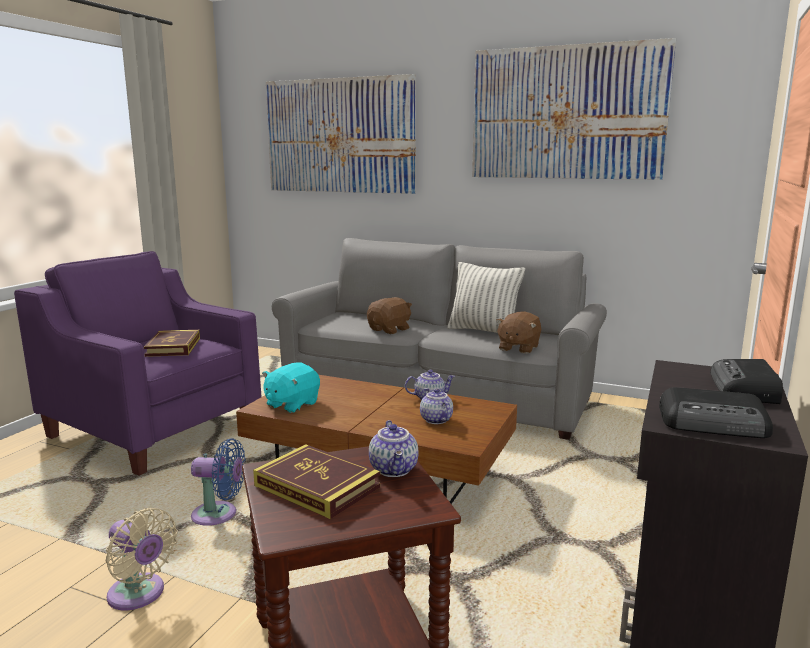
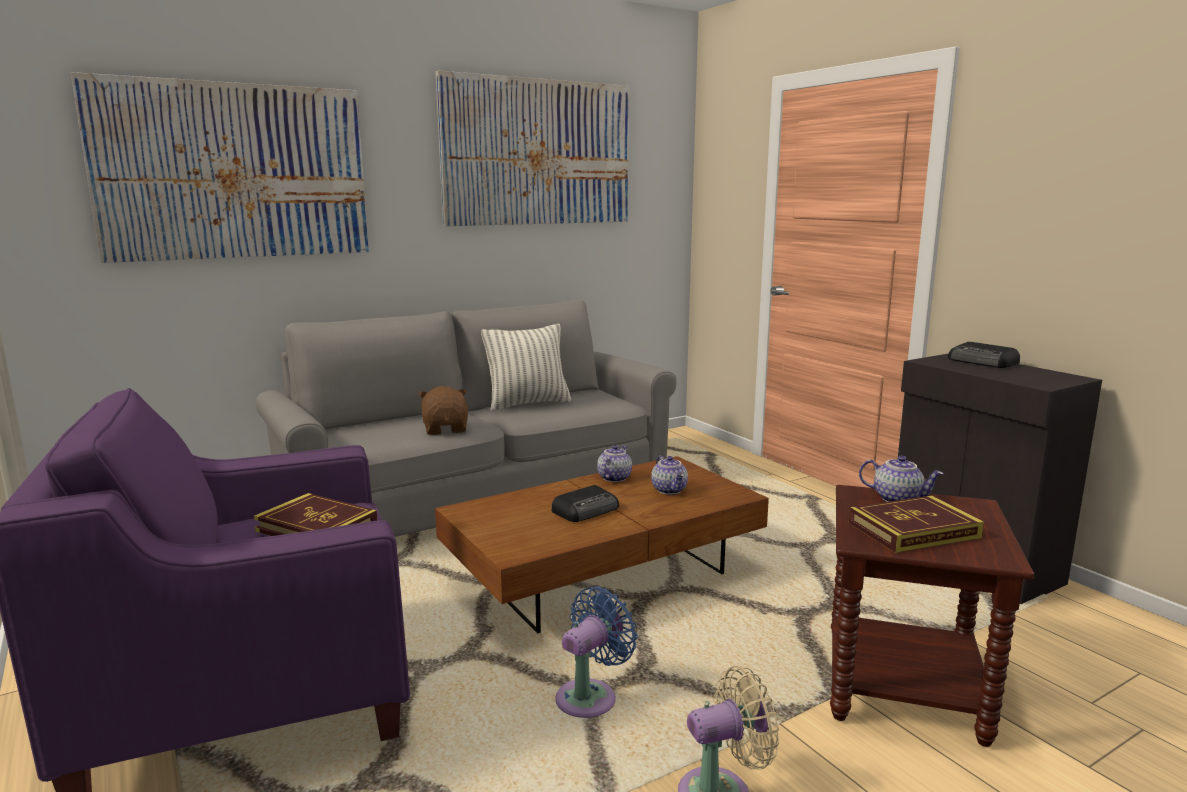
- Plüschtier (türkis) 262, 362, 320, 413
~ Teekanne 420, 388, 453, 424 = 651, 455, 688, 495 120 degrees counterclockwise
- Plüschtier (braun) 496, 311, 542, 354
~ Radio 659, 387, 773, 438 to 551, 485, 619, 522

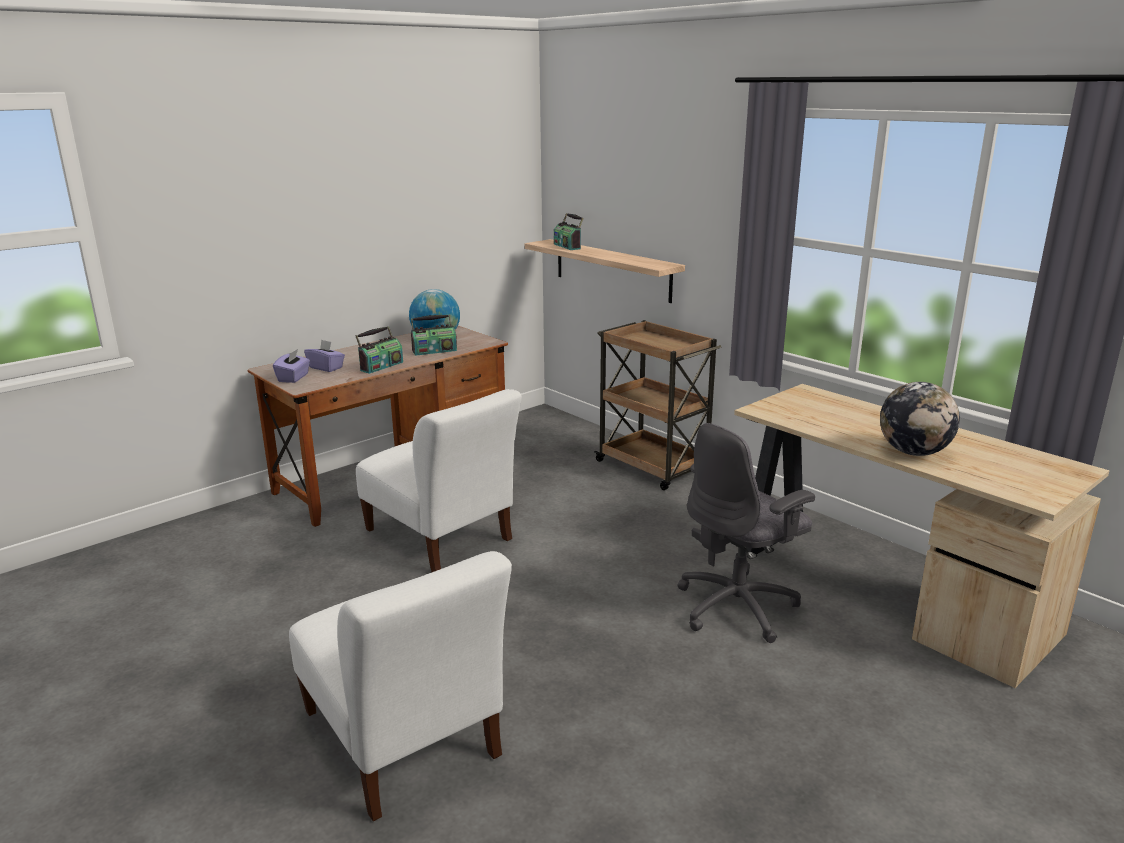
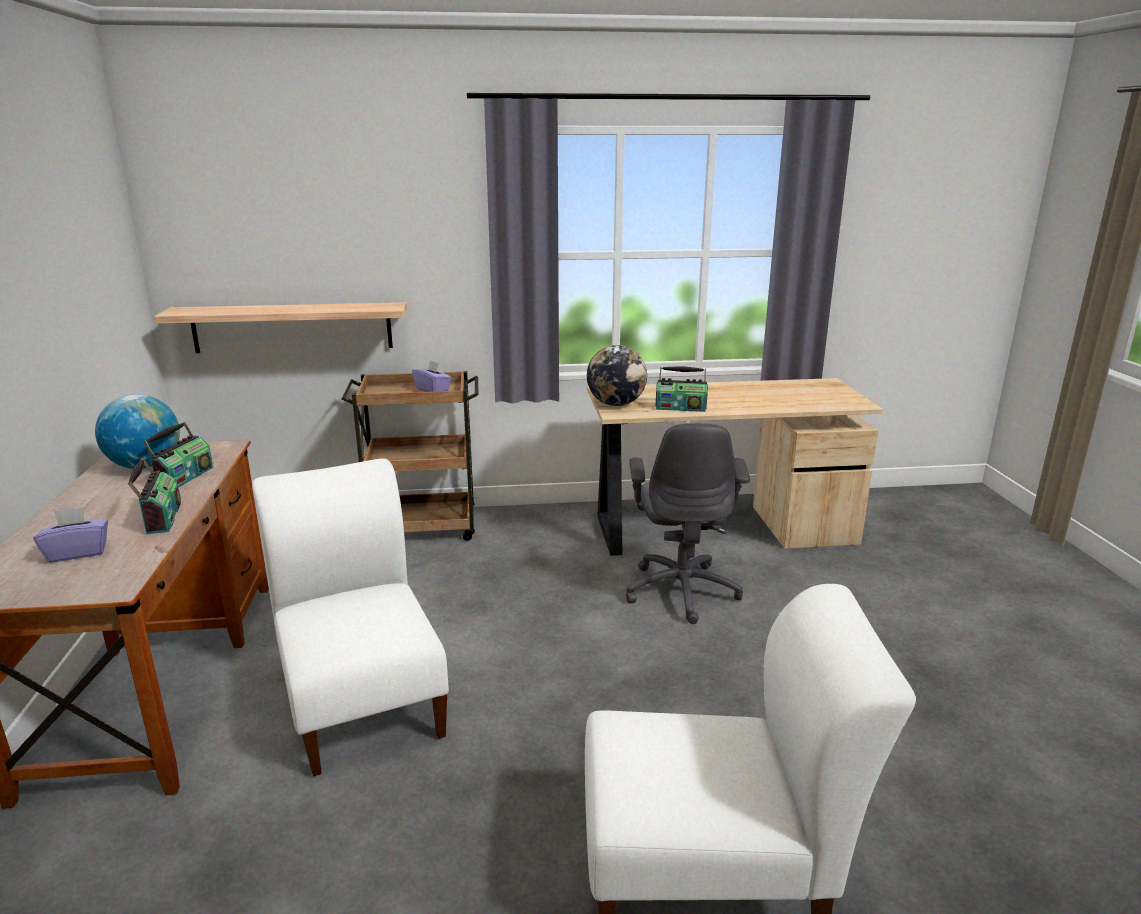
~ Taschentuchbox (lila) 273, 349, 310, 383 to 412, 360, 452, 392
~ Stuhl (weiß) 356, 389, 522, 572 = 252, 458, 449, 776 105 degrees counterclockwise
~ Radio 554, 213, 584, 250 to 656, 366, 708, 412
~ Globus 880, 382, 960, 456 to 587, 345, 647, 406

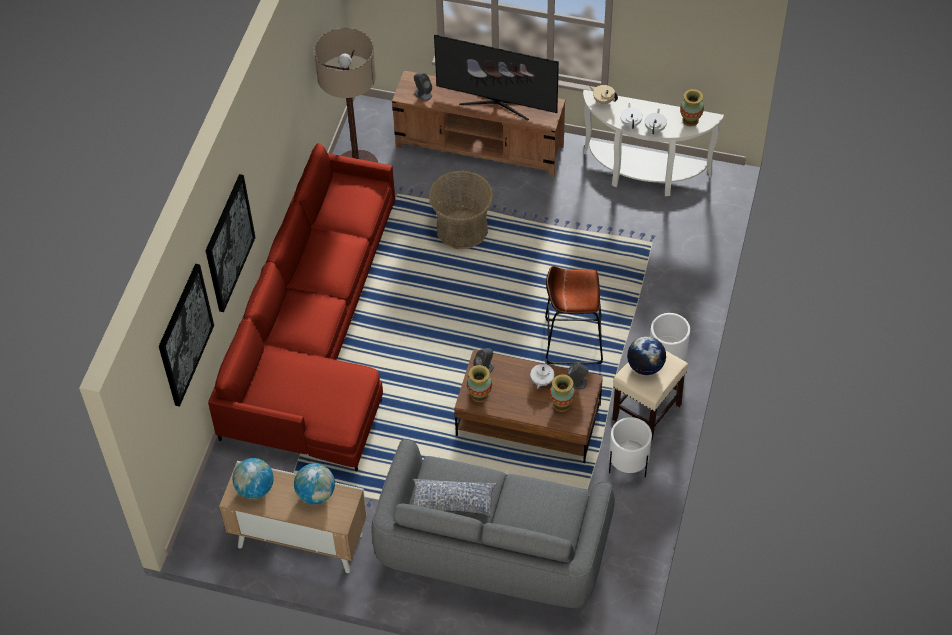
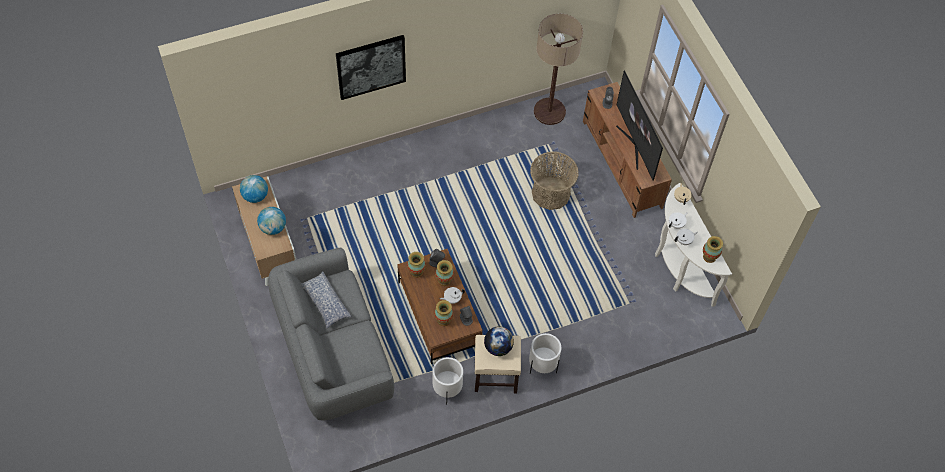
- Bild 159, 264, 214, 407
- Sofa (rot) 208, 143, 395, 471
- Hocker (braun) 545, 266, 603, 364
+ Vase 435, 260, 454, 286

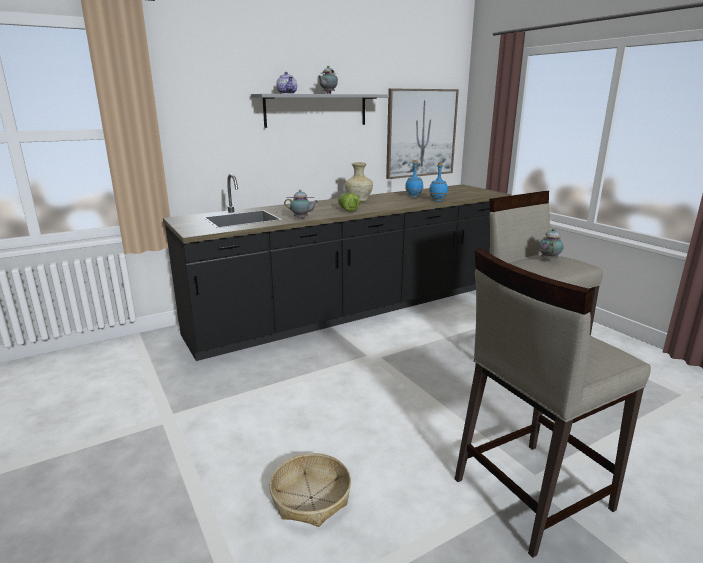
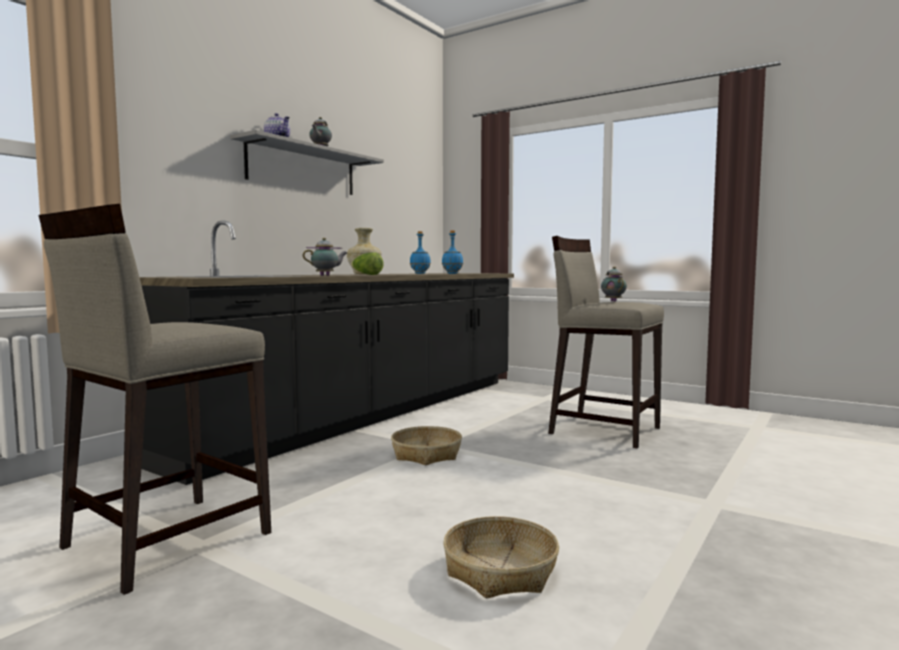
- Bild 386, 88, 459, 179
~ Hocker (beige) 455, 248, 651, 558 to 38, 204, 271, 595
+ Korb 391, 426, 462, 465

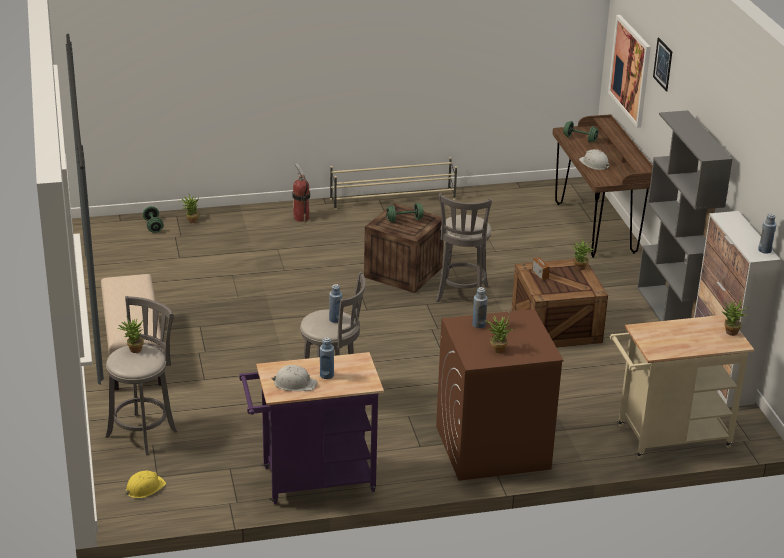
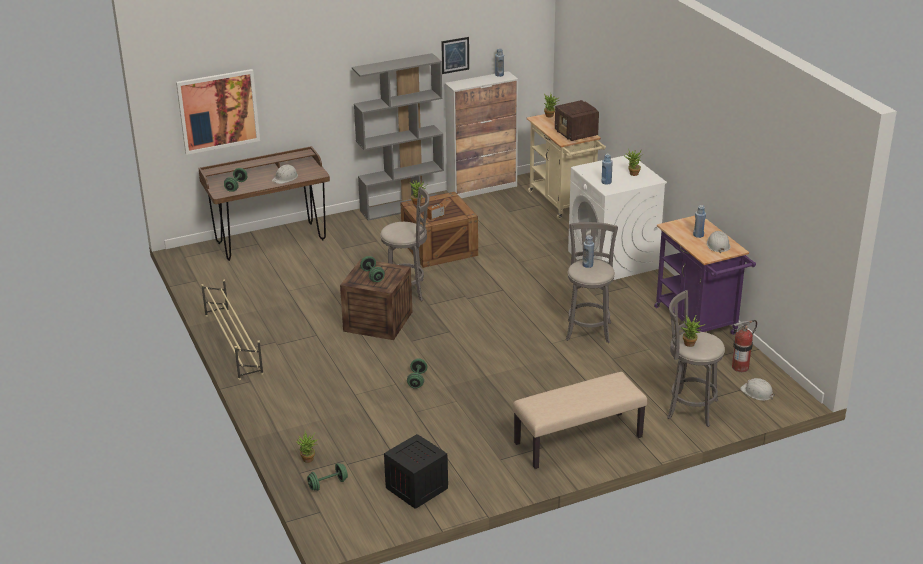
~ Schutzhelm (gelb) 125, 470, 166, 498 to Schutzhelm (weiß) 740, 378, 775, 401
~ Feuerlöscher 292, 163, 310, 222 to 732, 320, 757, 372
~ Waschmaschine (braun) 436, 309, 563, 481 to Waschmaschine (weiß) 568, 155, 667, 280
~ Bild 653, 37, 672, 92 to 441, 37, 469, 74
+ Kiste 384, 434, 448, 509
+ Hantel (grün) 407, 358, 427, 389
+ Radio 555, 100, 599, 141

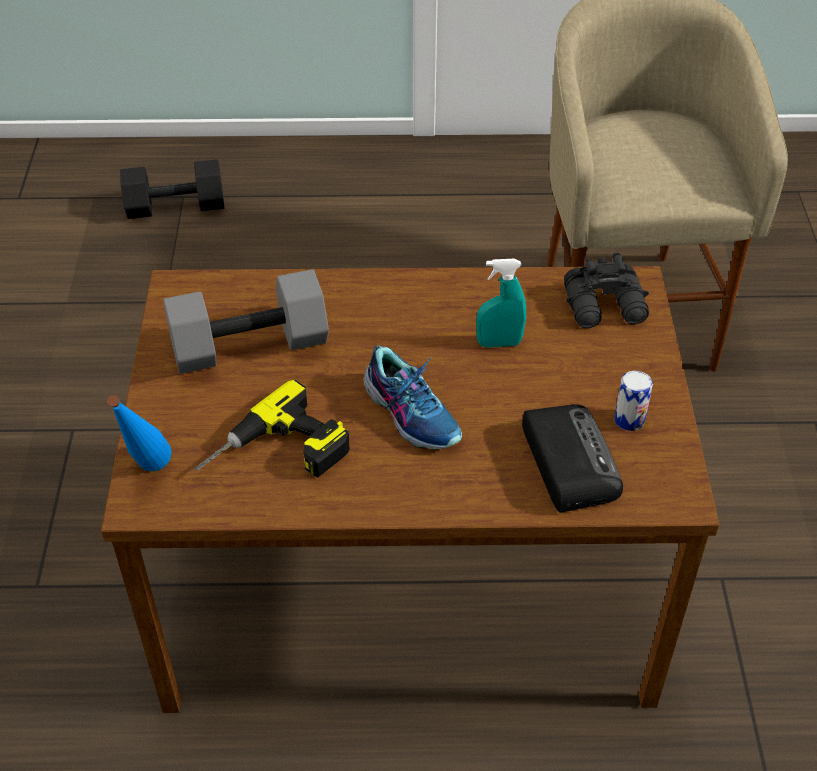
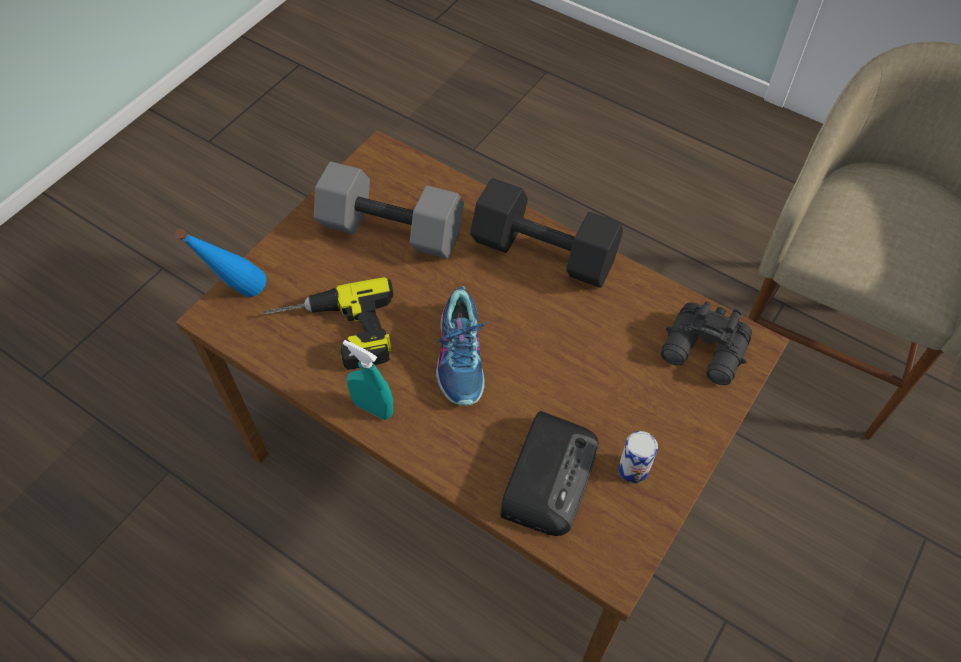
~ Hantel (schwarz) 120, 159, 225, 219 to 470, 178, 623, 288
~ Sprühflasche (türkis) 476, 259, 526, 348 to 343, 340, 393, 420

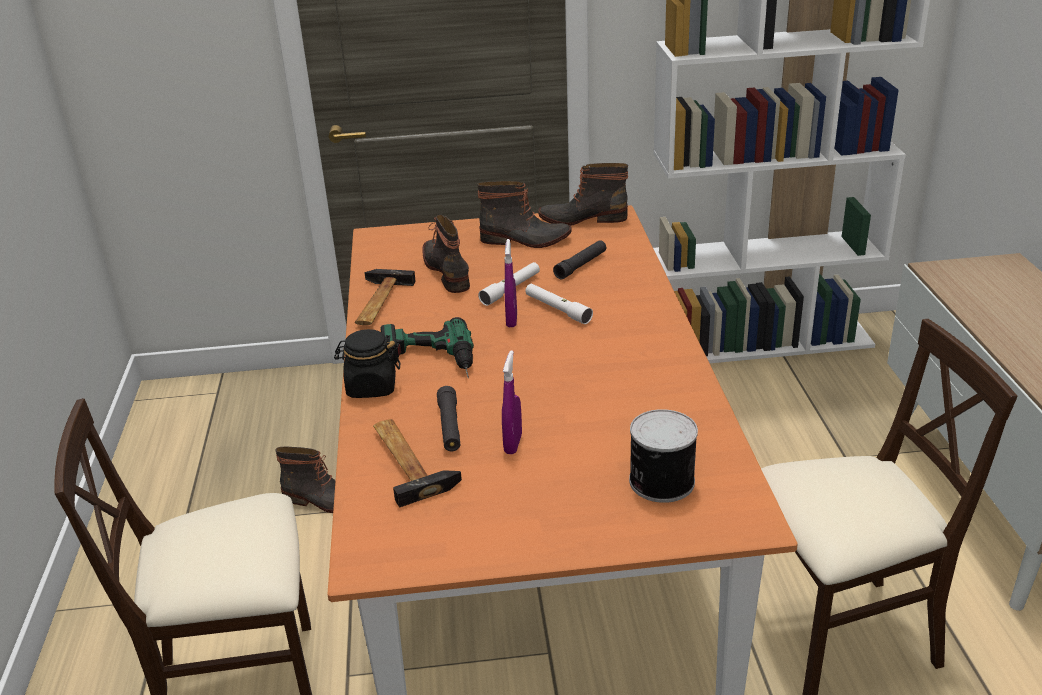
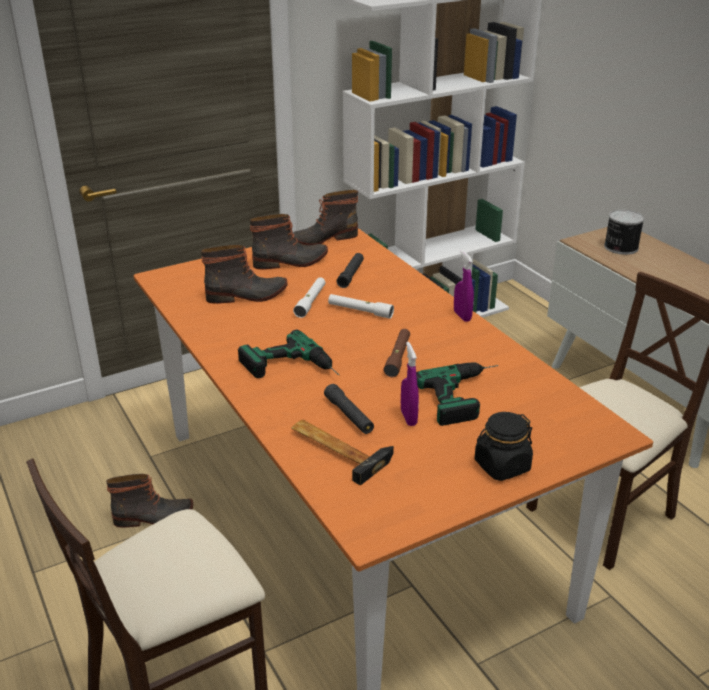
~ Vorratsglas (schwarz) 334, 329, 400, 398 to 474, 412, 533, 481
- Hammer 355, 269, 416, 325
~ Stiefel 422, 215, 470, 293 = 201, 245, 287, 304 120 degrees clockwise
~ Sprühflasche (lila) 505, 239, 517, 327 to 454, 250, 474, 322
~ Dose 629, 409, 698, 503 to 604, 210, 644, 255
+ Taschenlampe (braun) 384, 329, 410, 377
+ Bohrmaschine 416, 362, 499, 426

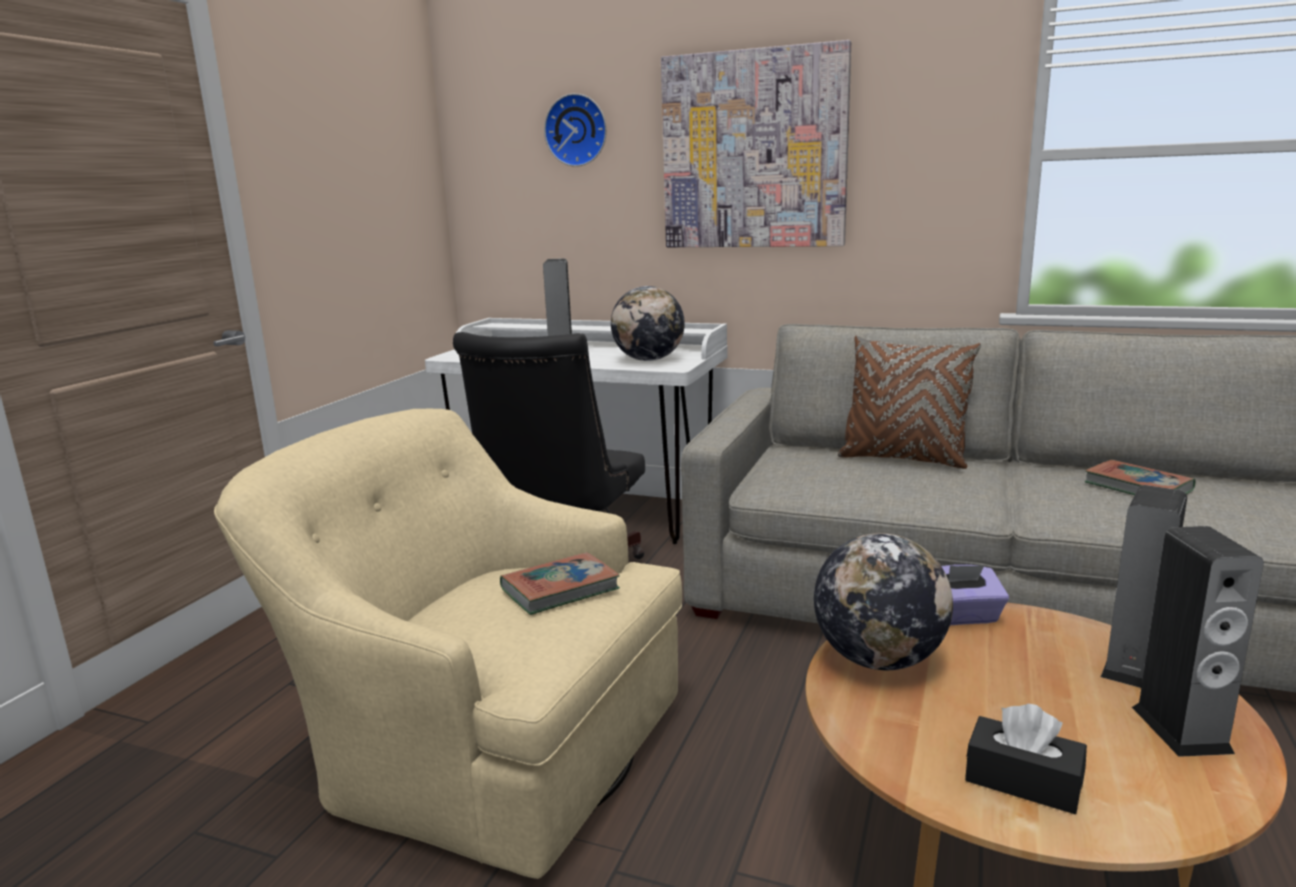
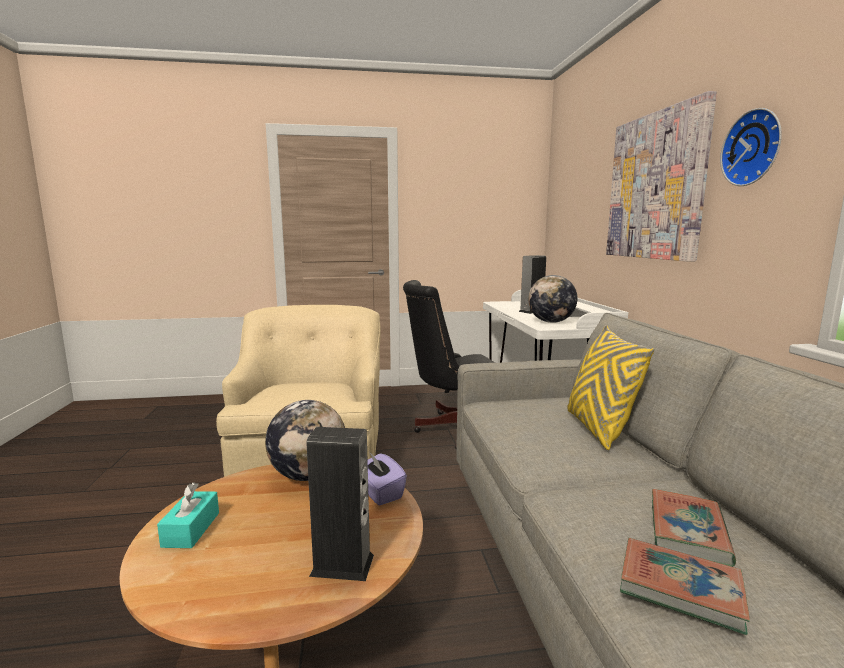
~ Buch 500, 552, 620, 615 to 620, 538, 750, 635
~ Wanduhr 544, 93, 607, 167 to 720, 108, 782, 186
~ Kissen (braun) 838, 335, 981, 469 to Kissen (gelb) 567, 325, 654, 450
~ Taschentuchbox (schwarz) 965, 704, 1087, 814 to Taschentuchbox (türkis) 157, 482, 219, 548
- Lautsprecher 1132, 526, 1264, 757

